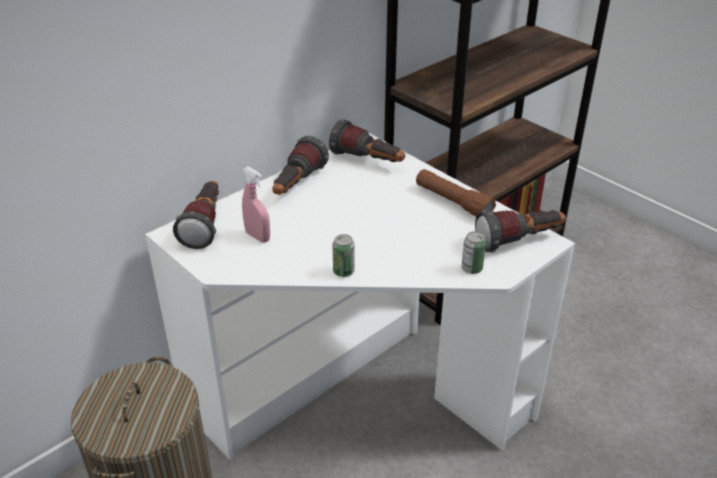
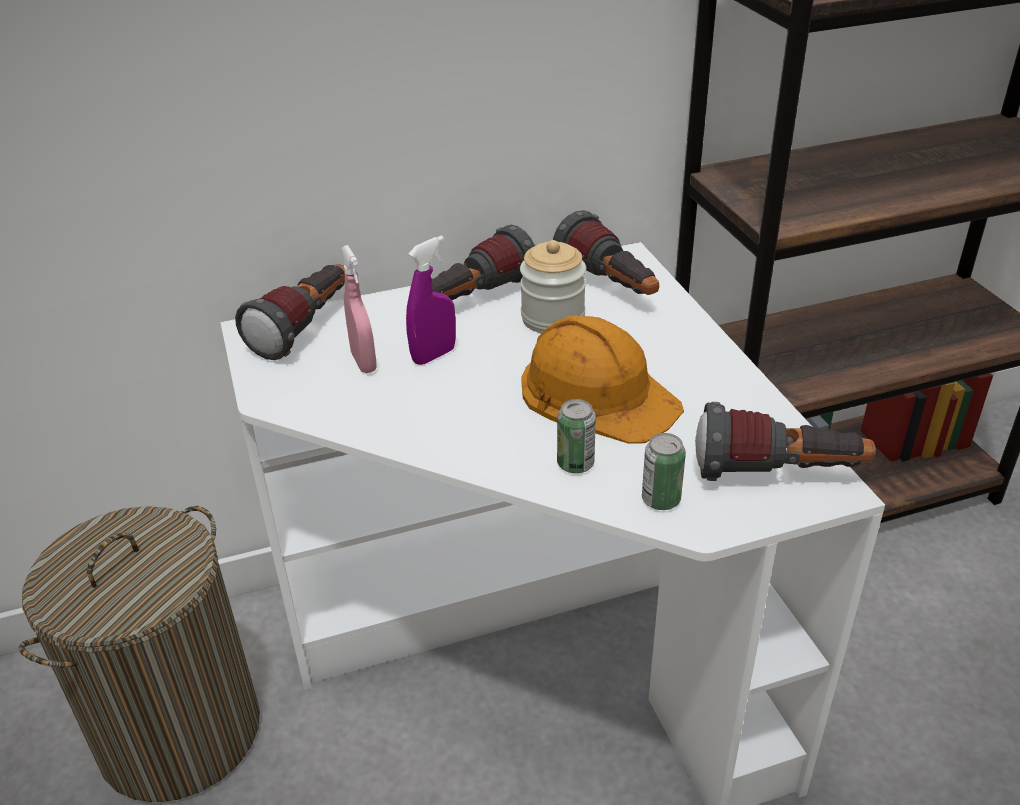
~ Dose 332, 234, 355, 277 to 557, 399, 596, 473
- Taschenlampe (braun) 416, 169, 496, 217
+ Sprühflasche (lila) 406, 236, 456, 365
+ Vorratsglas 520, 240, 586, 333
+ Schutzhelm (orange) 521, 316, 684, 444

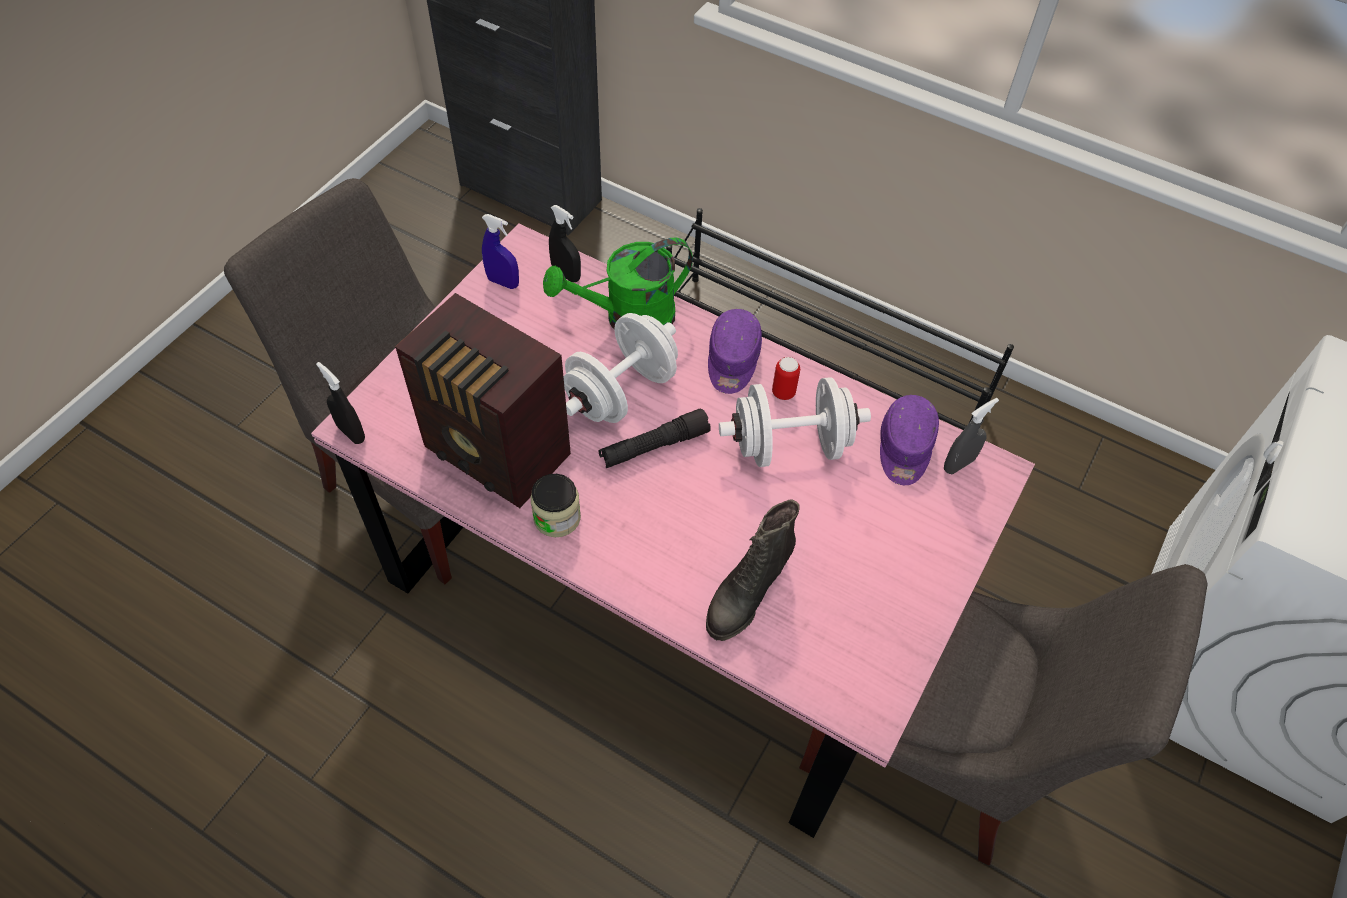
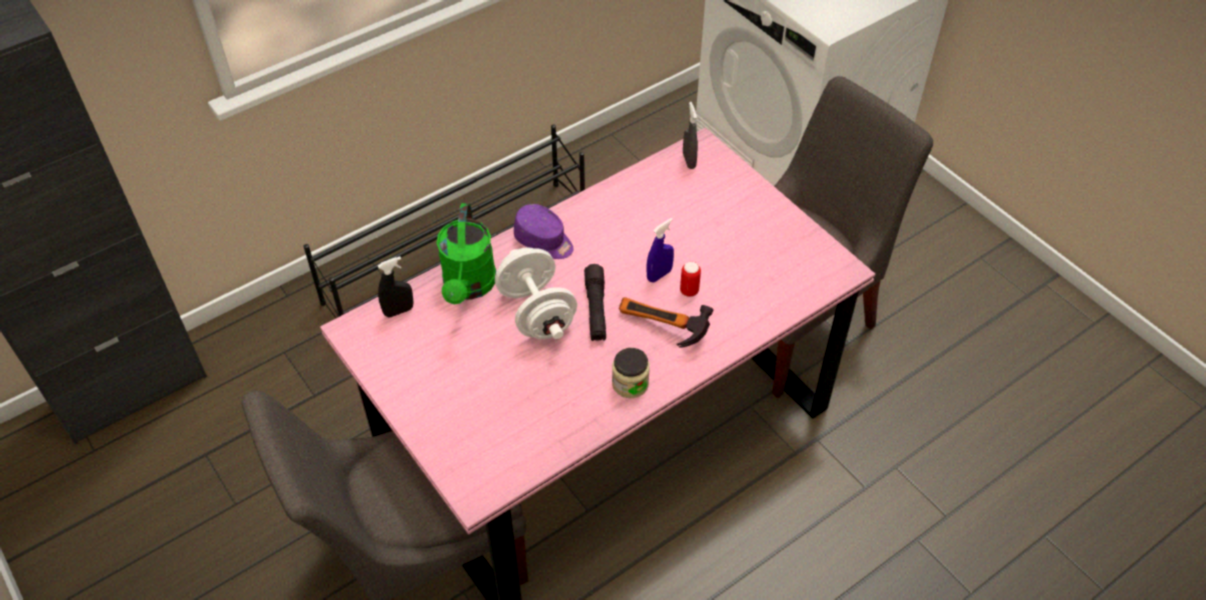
- Sprühflasche (schwarz) 316, 362, 365, 444
- Radio 395, 293, 571, 508
~ Sprühflasche (blau) 482, 214, 519, 289 to 646, 218, 674, 282
- Stiefel (schwarz) 706, 499, 800, 641
- Hantel (weiß) 719, 377, 871, 467
~ Dose 772, 357, 800, 400 to 680, 262, 701, 297
- Kappe (lila) 880, 395, 939, 485
+ Hammer 619, 297, 713, 348

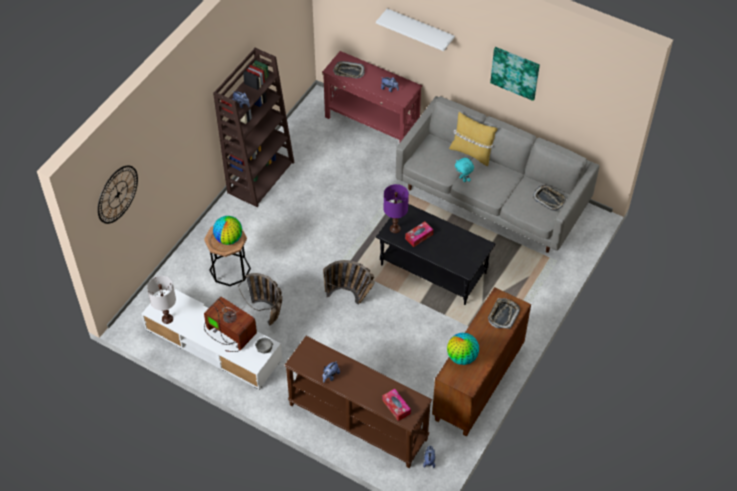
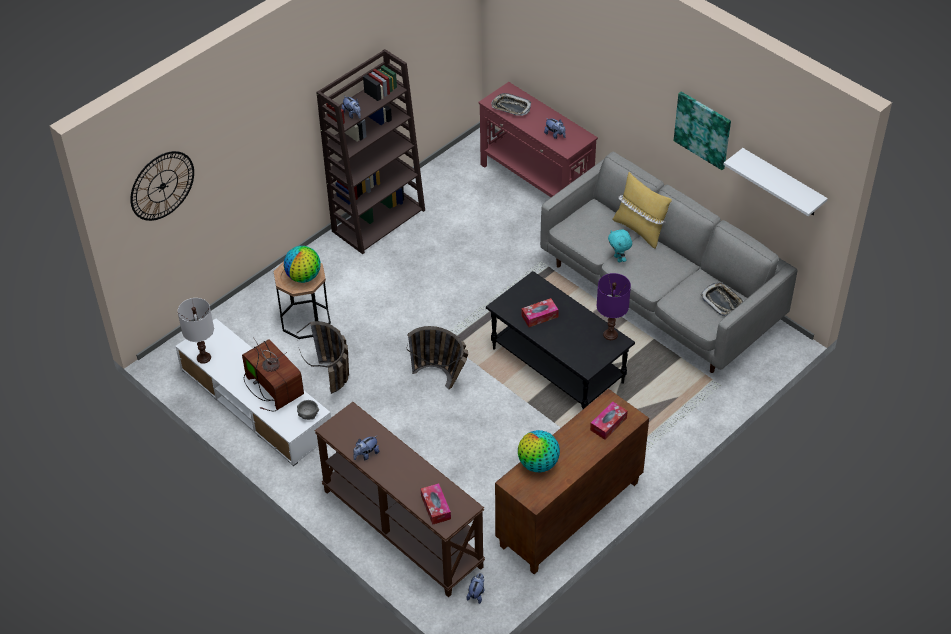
~ Wandregal (weiß) 376, 9, 455, 51 to 723, 148, 828, 216
~ Tischlampe (lila) 384, 184, 409, 233 to 597, 273, 631, 340
~ Tablett 488, 298, 520, 329 to Taschentuchbox 590, 401, 628, 440

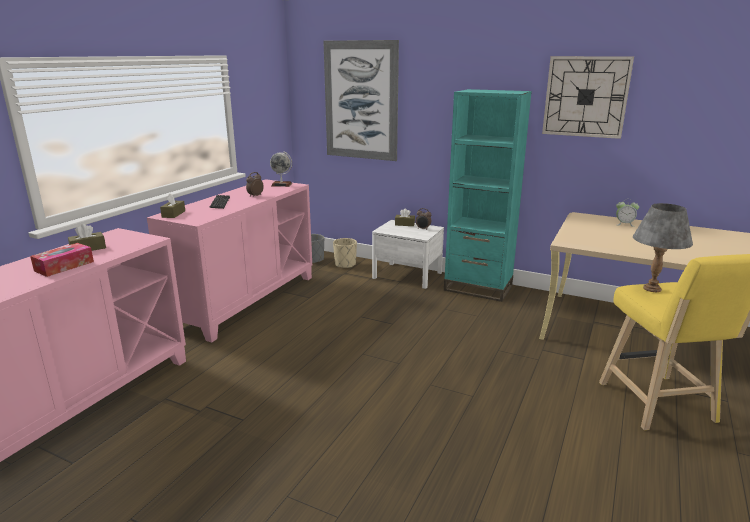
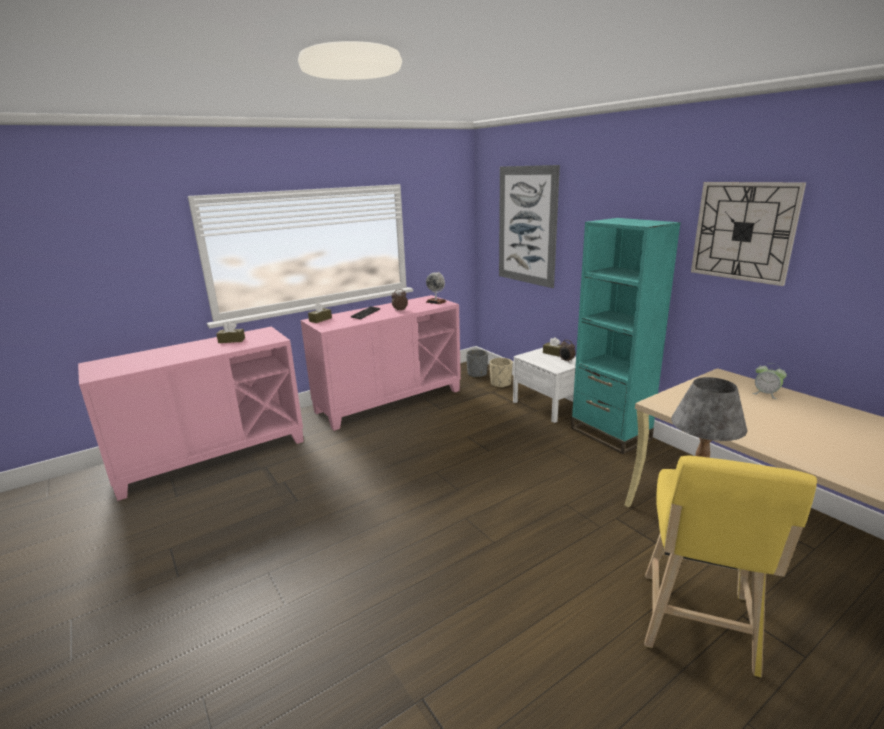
- Taschentuchbox 30, 243, 94, 277

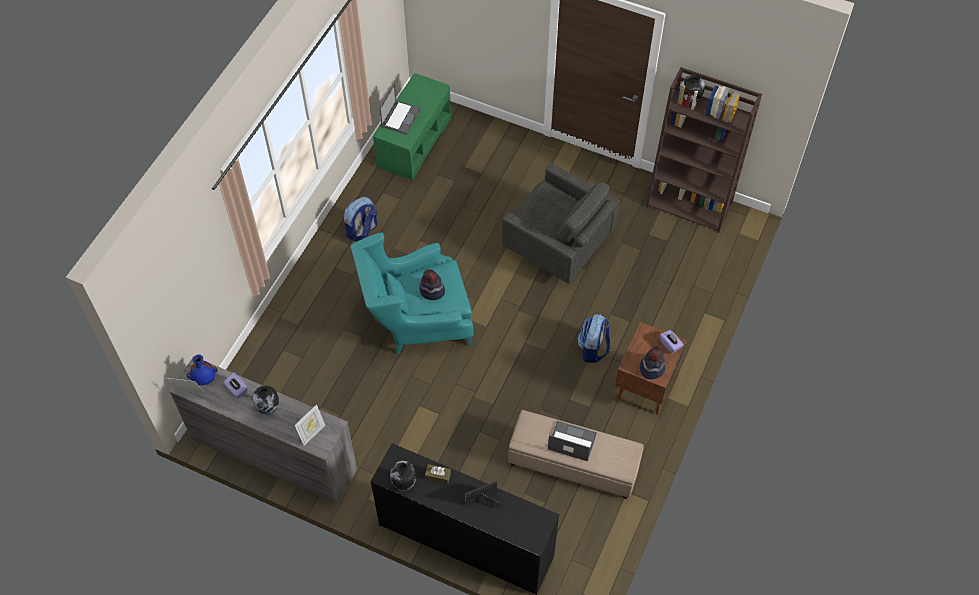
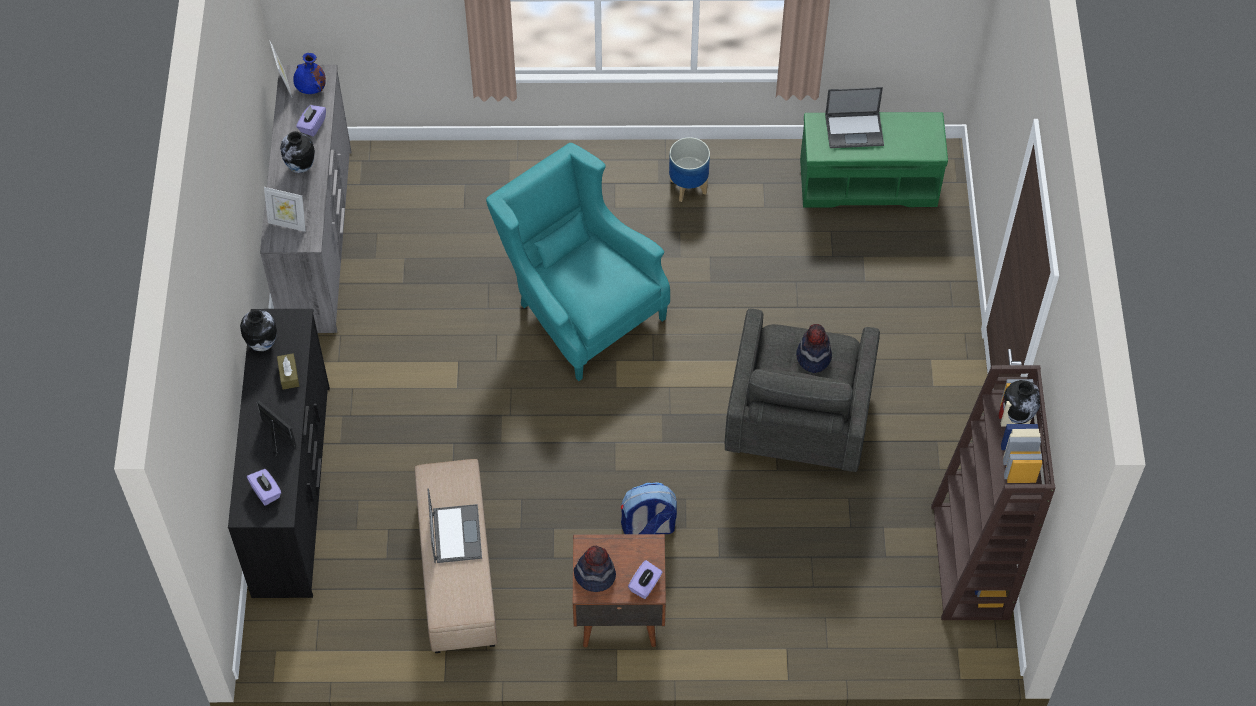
~ Rucksack 344, 197, 377, 242 to Pflanzkübel 669, 137, 710, 202
~ Hut 419, 269, 445, 300 to 796, 324, 832, 373
+ Taschentuchbox (lila) 247, 469, 281, 506

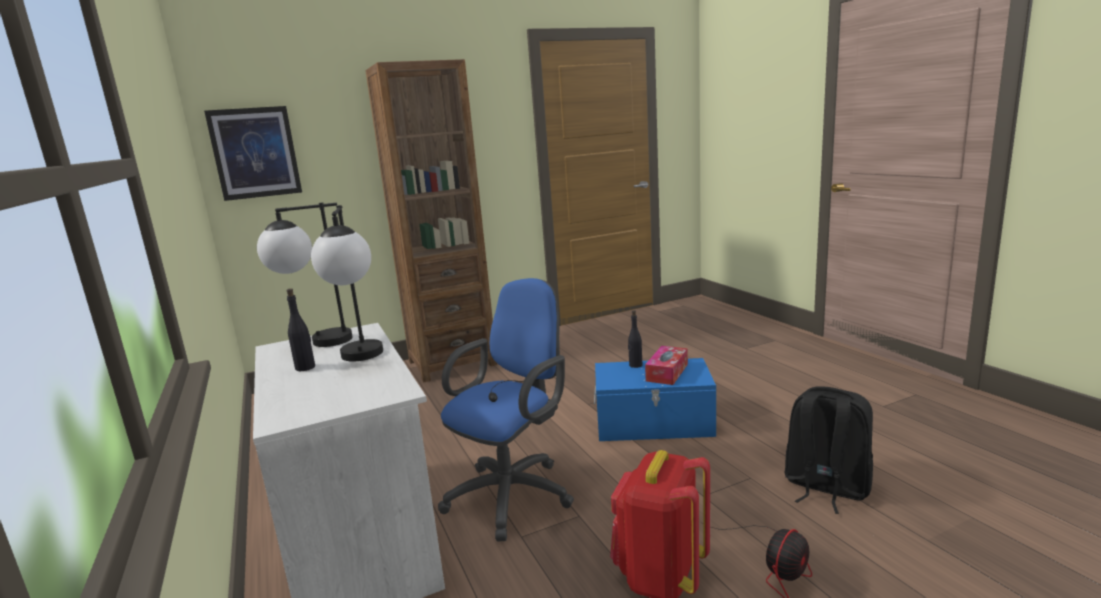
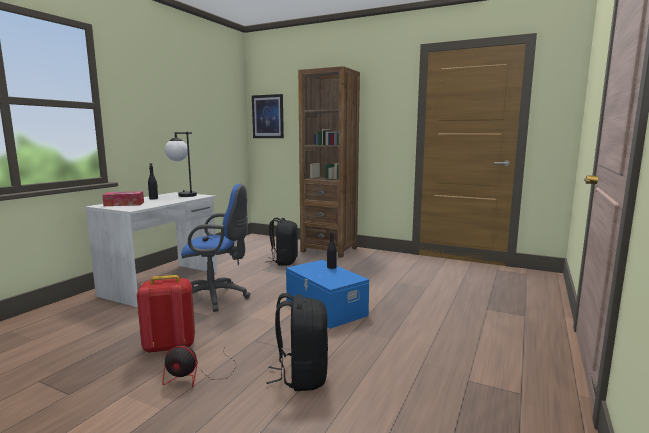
- Tischlampe 311, 205, 383, 361
~ Taschentuchbox 645, 346, 688, 385 to 102, 191, 144, 206
+ Rucksack (schwarz) 268, 217, 298, 265

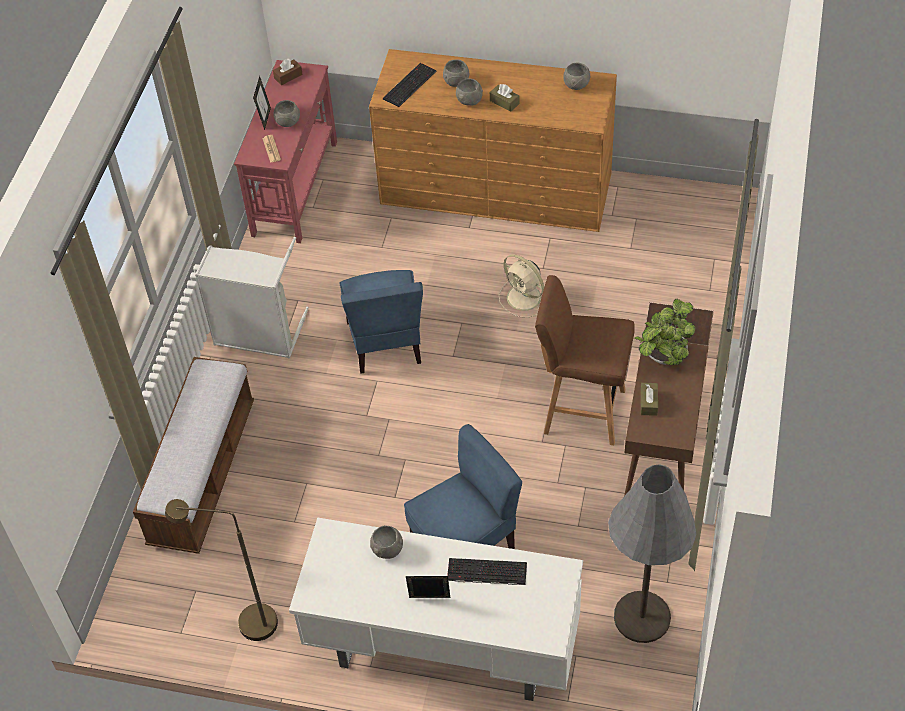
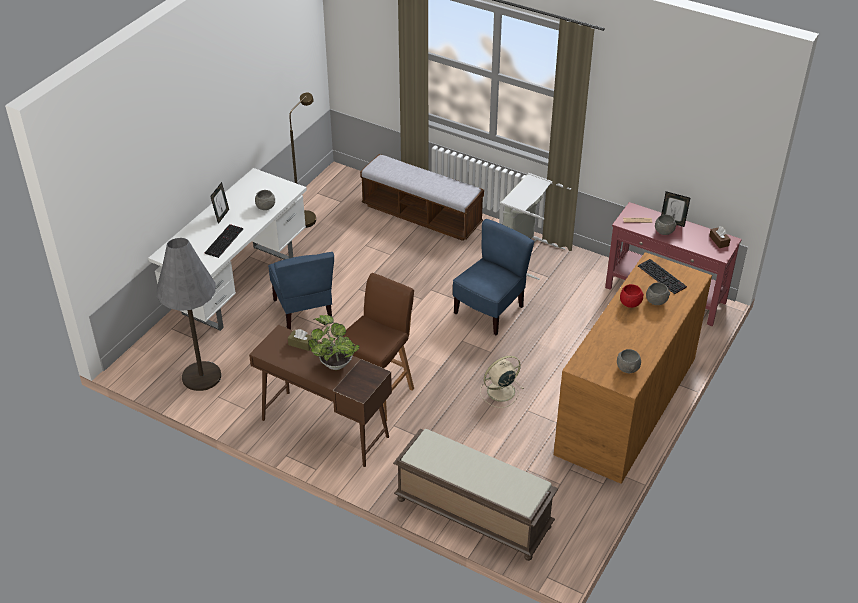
~ Stuhl (blau) 339, 270, 423, 374 = 453, 219, 534, 335 120 degrees clockwise
~ Schüssel (grau) 456, 78, 483, 106 to Schüssel (rot) 620, 284, 644, 308
- Taschentuchbox (braun) 490, 84, 519, 112
+ Bank (braun) 393, 429, 558, 561

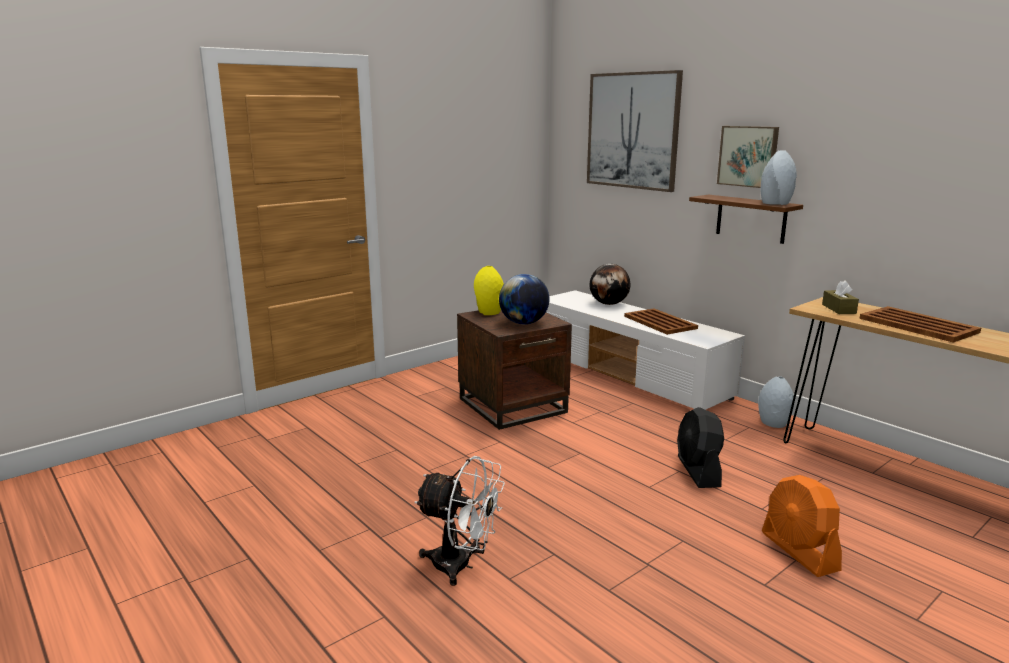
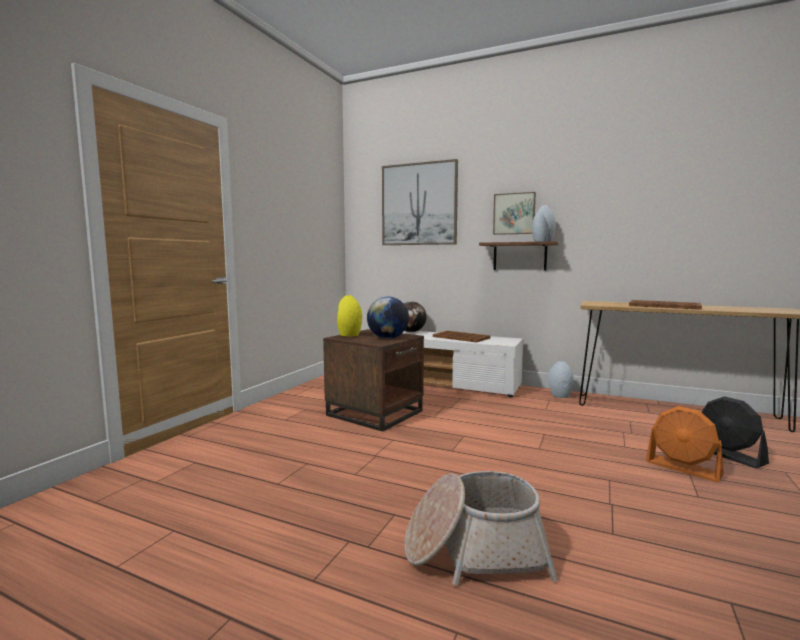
~ Ventilator (weiß) 415, 456, 505, 586 to Korb 404, 471, 558, 586
~ Ventilator (schwarz) 677, 407, 724, 488 to 701, 396, 769, 469
- Taschentuchbox (braun) 822, 280, 859, 314

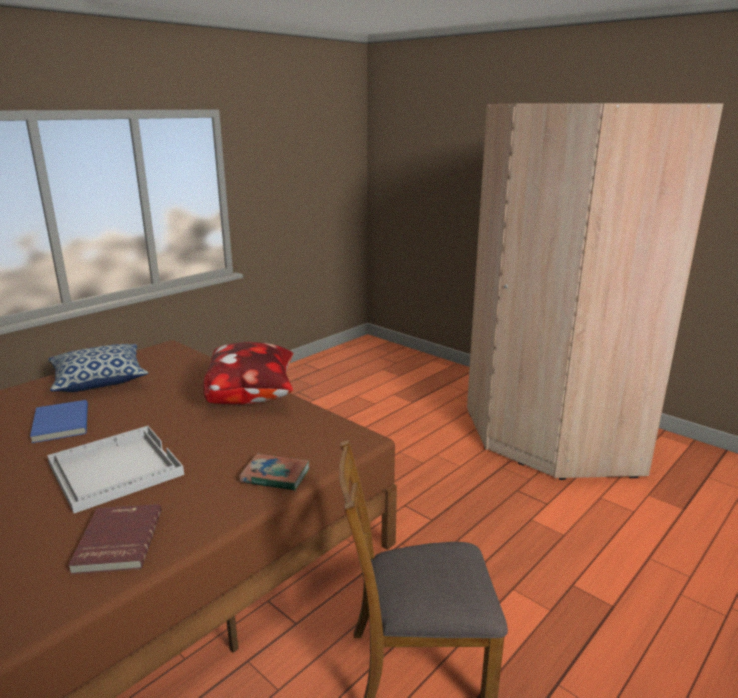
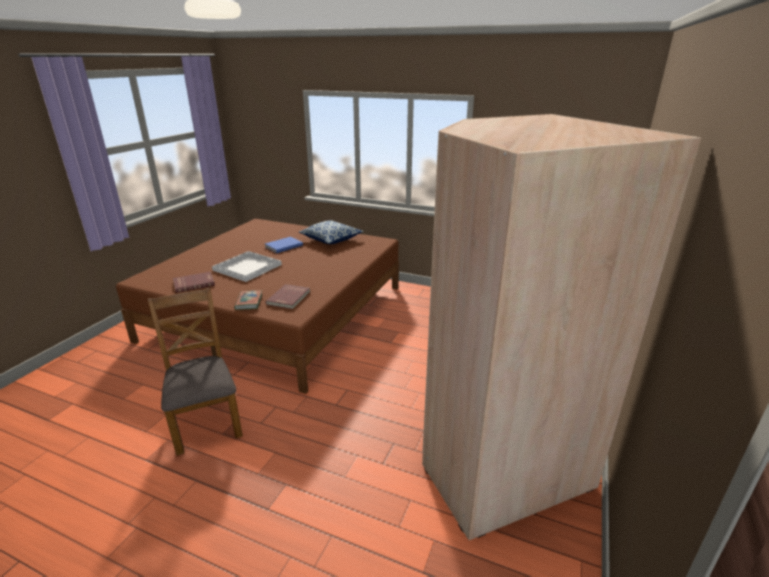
- Kissen 203, 342, 294, 404
+ Buch (rot) 266, 284, 310, 309

